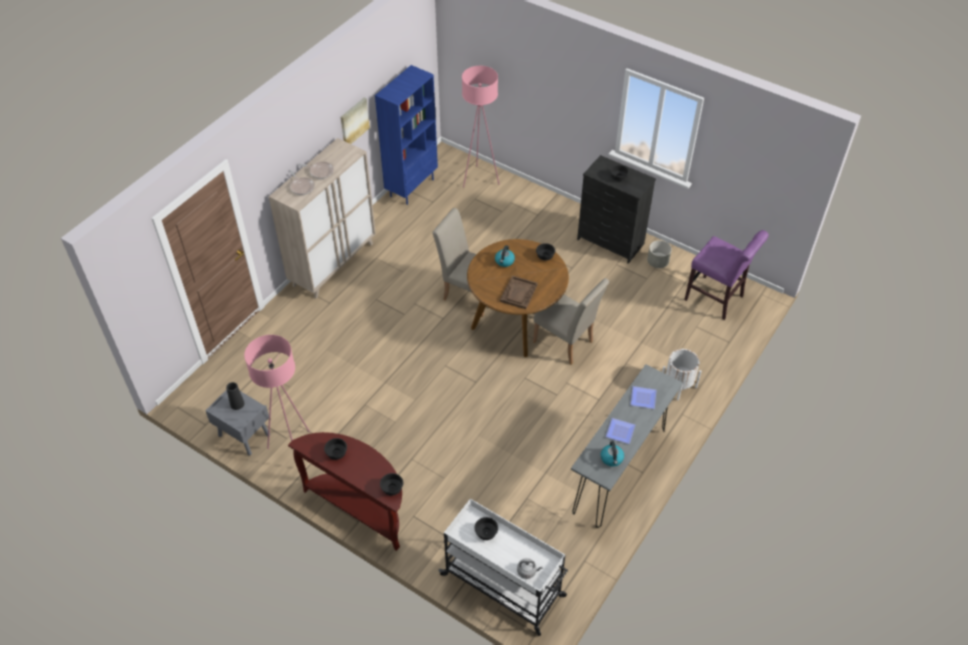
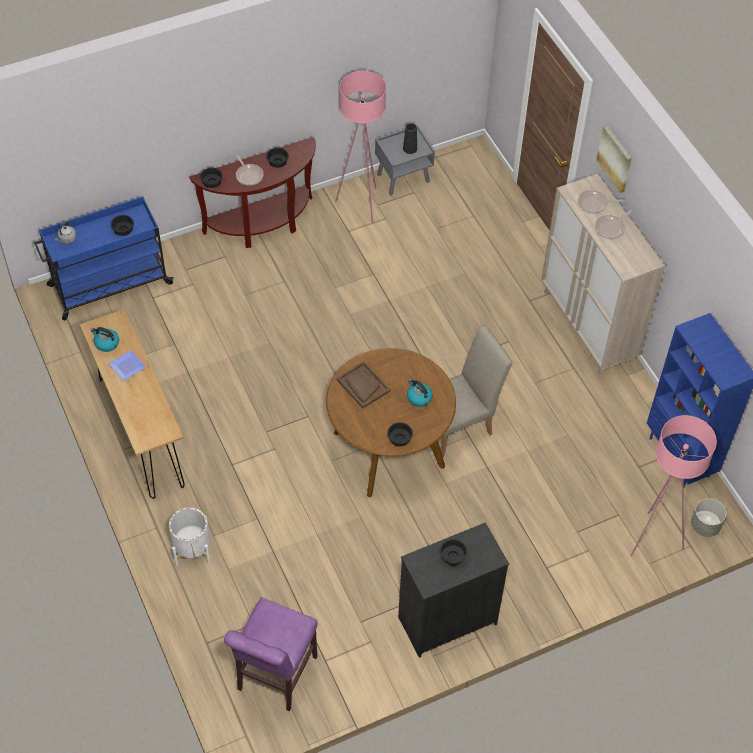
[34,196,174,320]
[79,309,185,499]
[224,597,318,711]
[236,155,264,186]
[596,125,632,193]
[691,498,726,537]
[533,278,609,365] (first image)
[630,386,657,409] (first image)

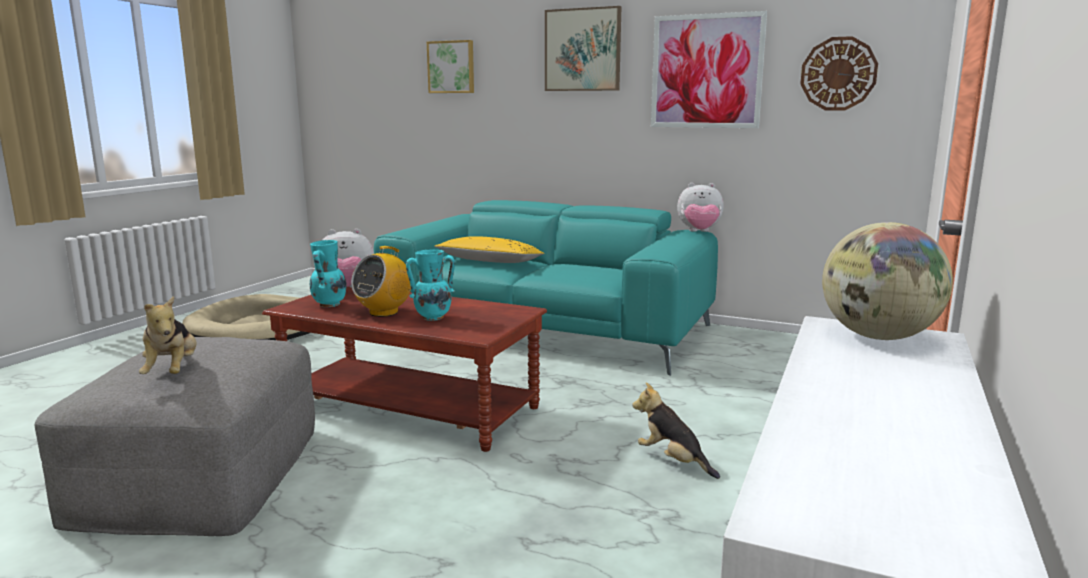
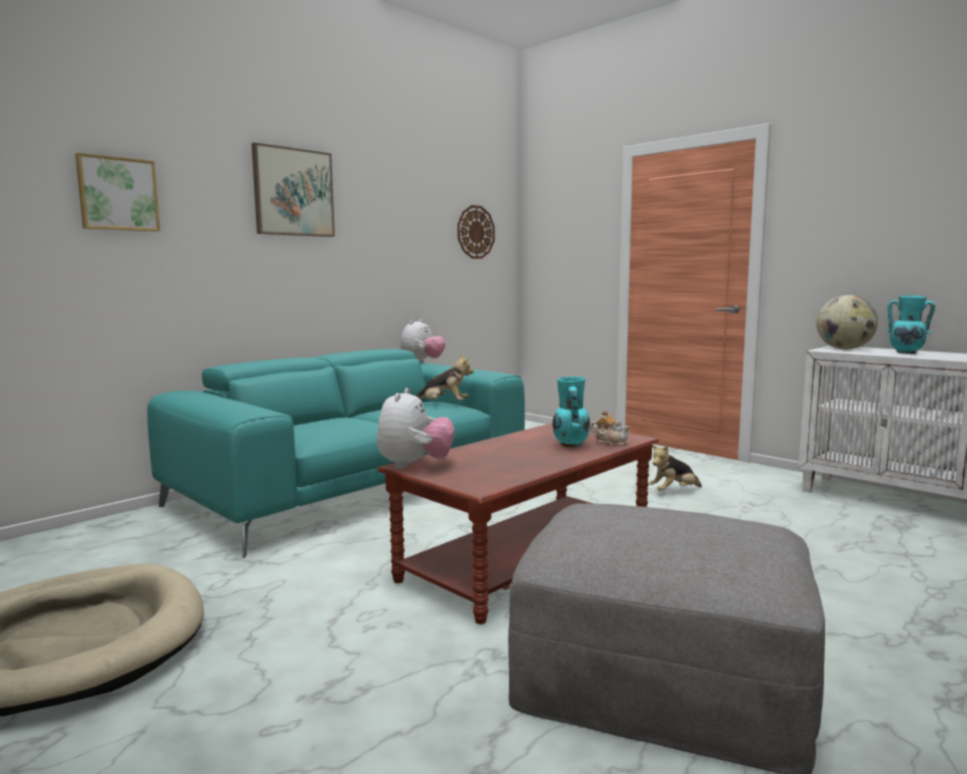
[416,355,474,400]
[591,410,630,446]
[887,295,935,354]
[351,246,411,317] (first image)
[434,236,545,263] (first image)
[651,11,767,128] (first image)

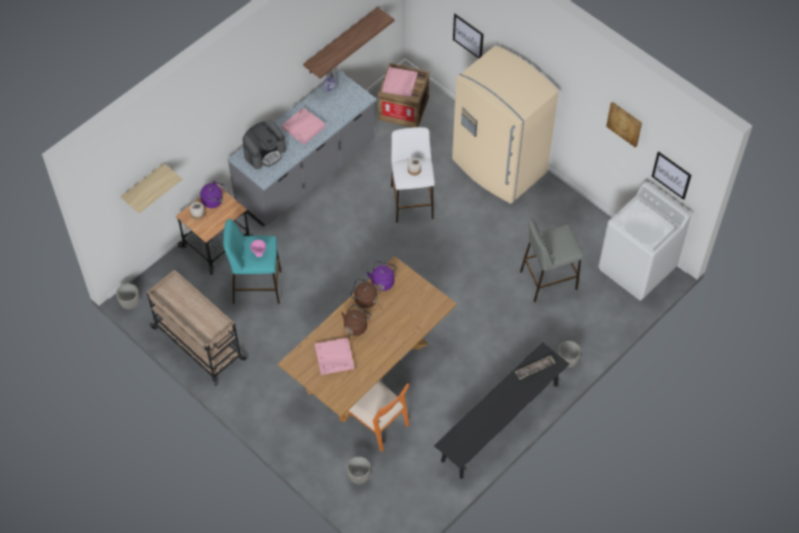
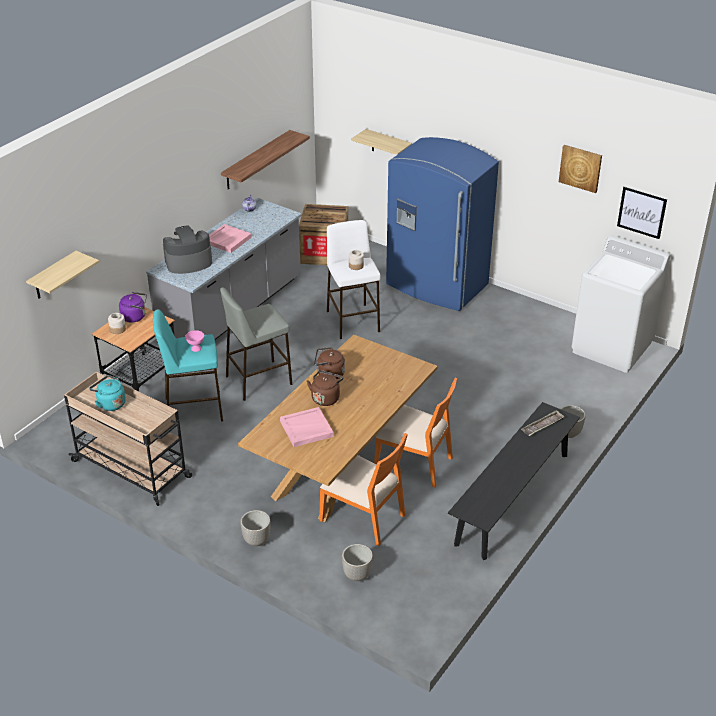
[89,375,126,411]
[163,225,212,274]
[220,287,292,401]
[240,510,271,546]
[351,129,412,155]
[374,377,458,487]
[386,137,499,311]
[367,261,397,291] (first image)
[382,67,418,97] (first image)

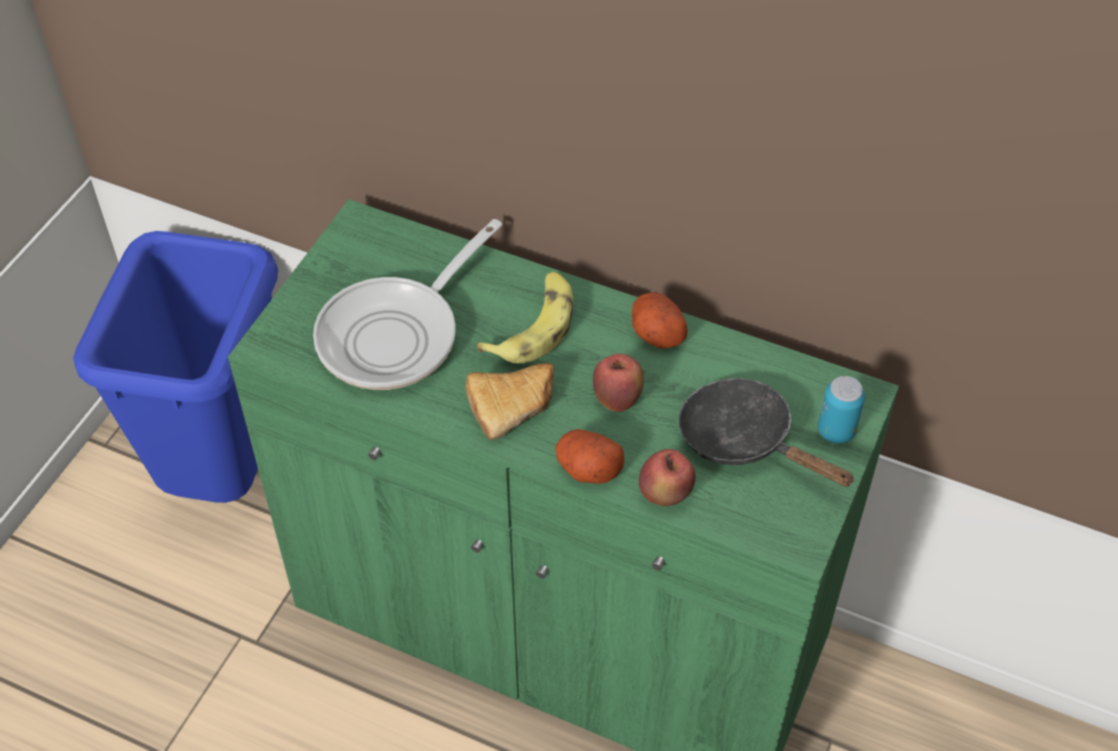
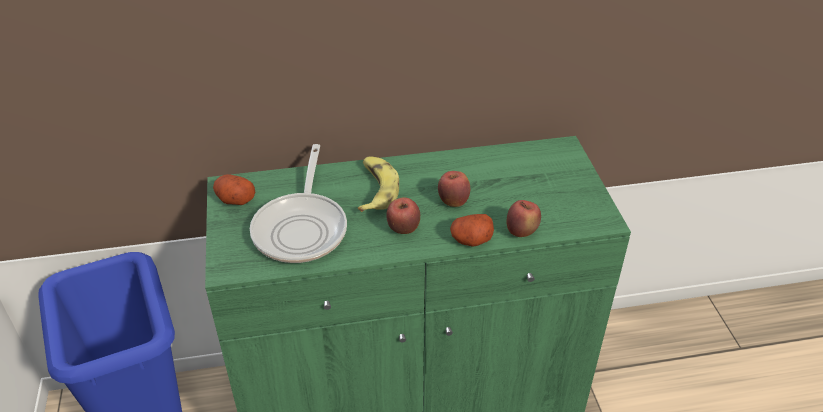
[213,174,255,205]
[386,197,420,234]
[679,378,855,487] (first image)
[818,376,865,444] (first image)

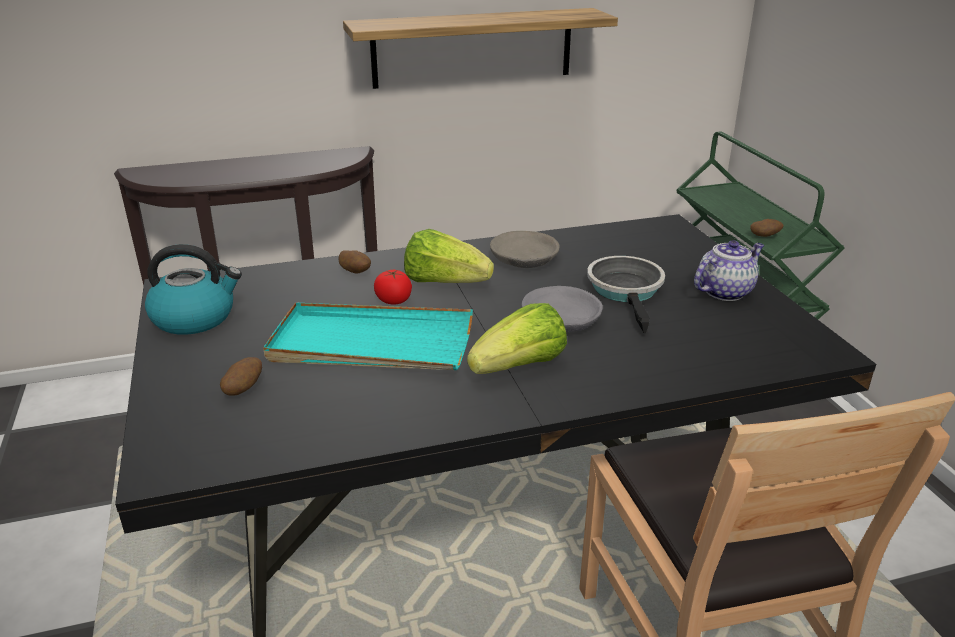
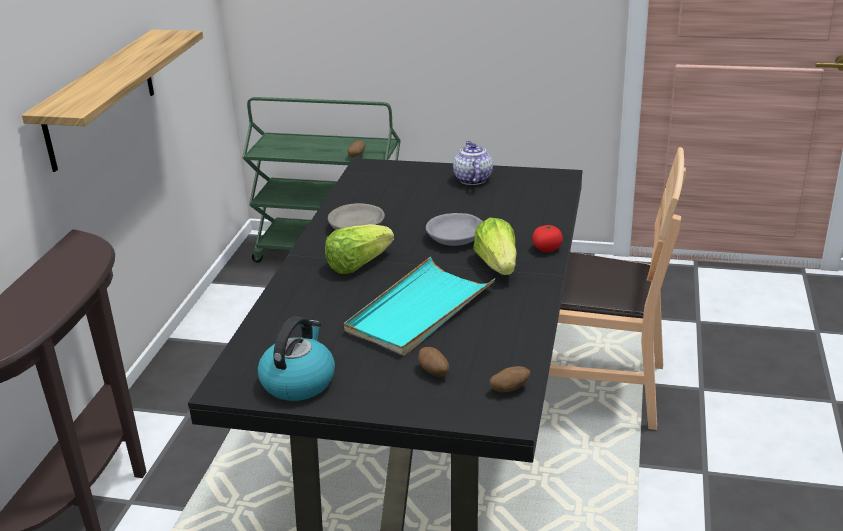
[489,366,530,392]
[532,225,563,252]
[587,256,665,333] (first image)

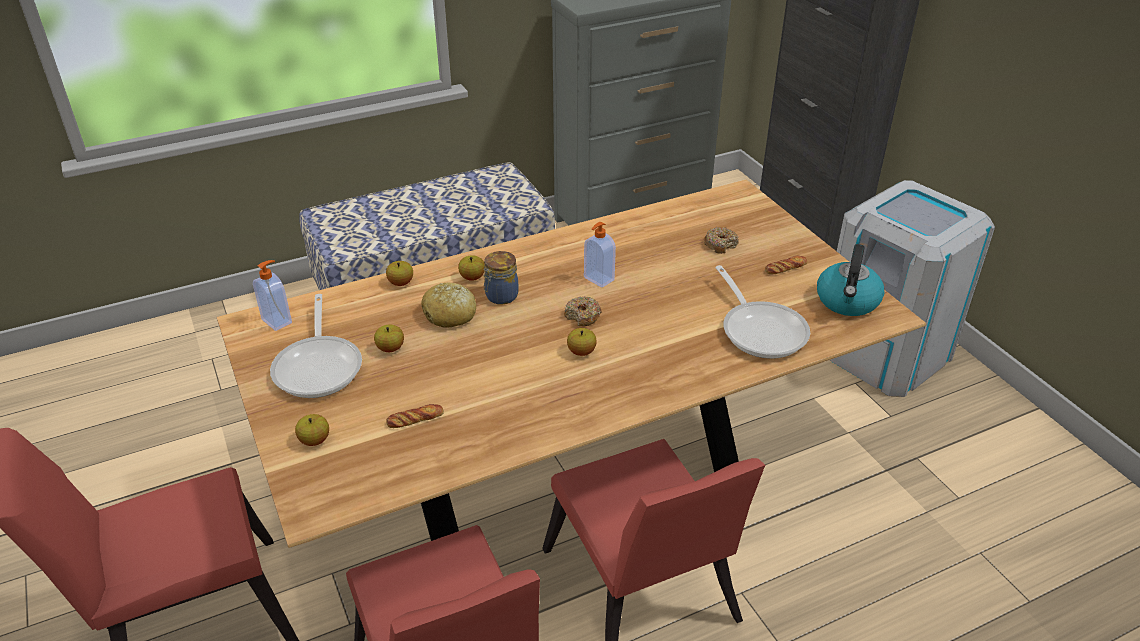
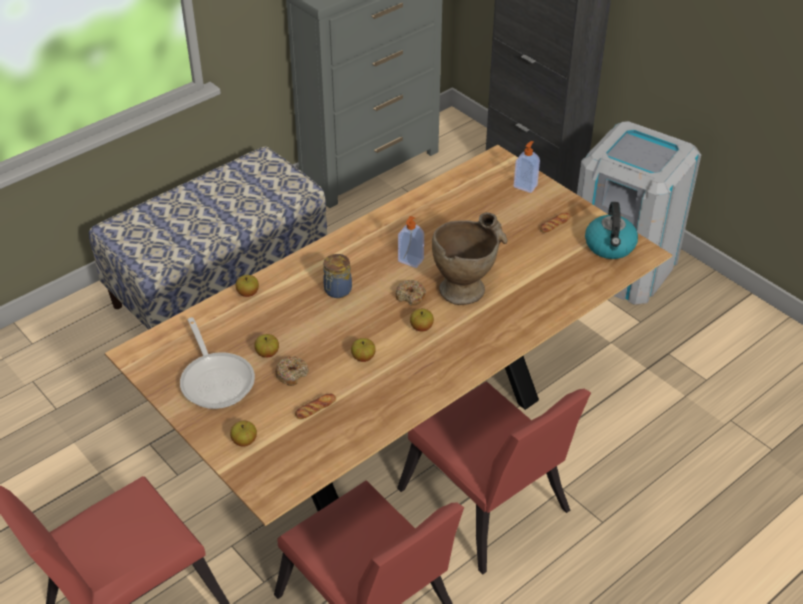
[275,356,309,386]
[351,338,376,362]
[432,212,508,305]
[514,141,540,193]
[421,283,476,328] (first image)
[715,265,810,359] (first image)

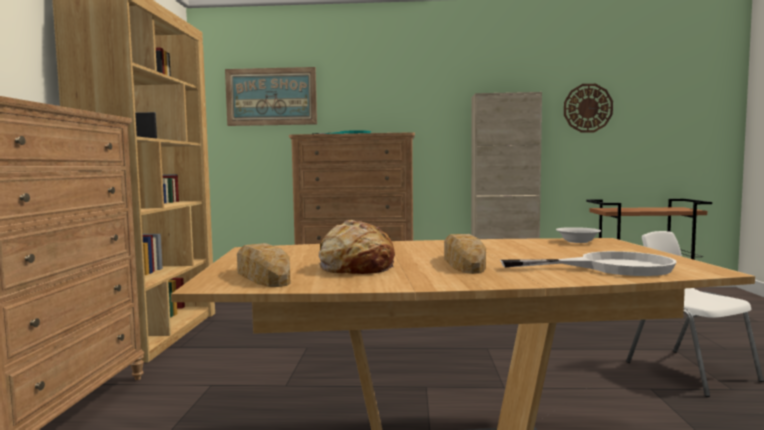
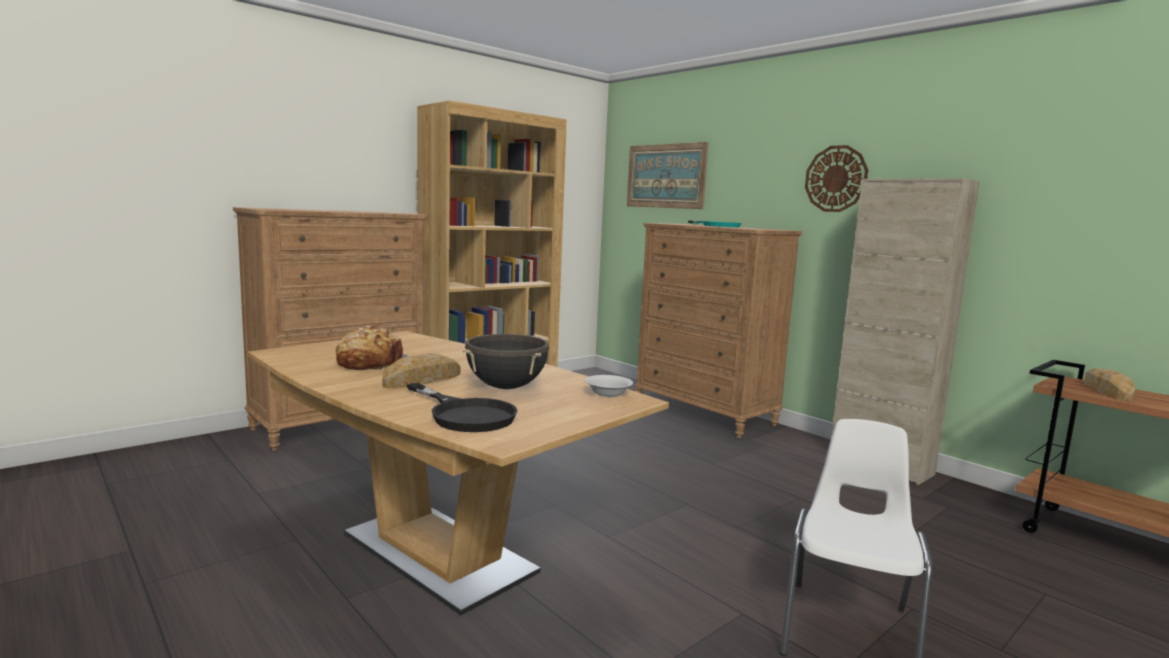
[407,383,518,432]
[463,334,549,389]
[805,145,868,212]
[1084,369,1135,401]

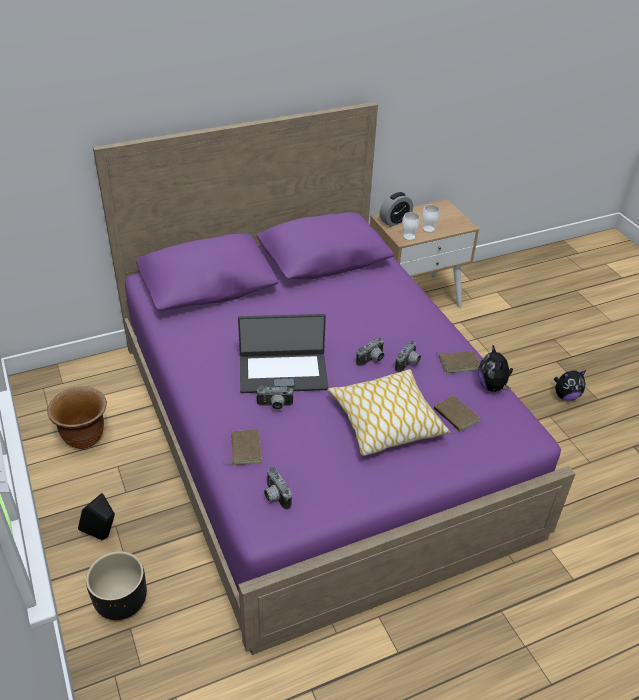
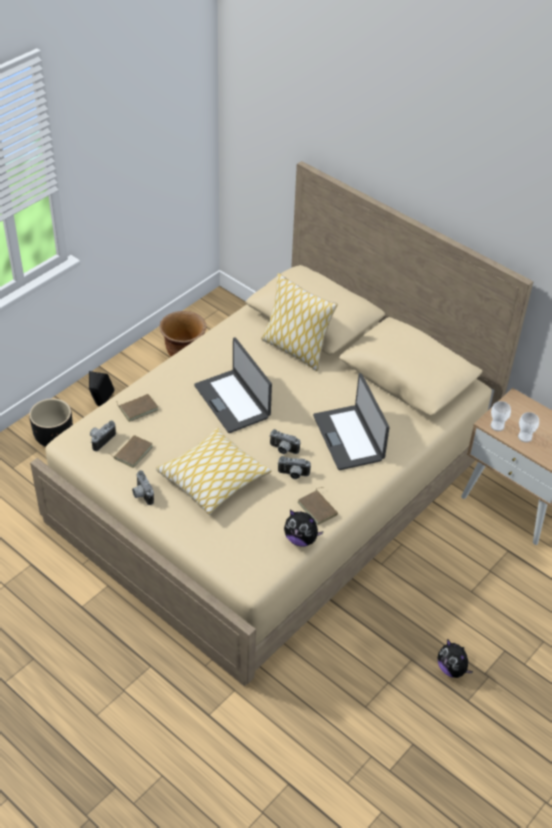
[30,161,534,686]
[108,435,153,468]
[132,470,154,505]
[261,273,337,371]
[284,510,324,547]
[313,373,390,470]
[379,192,413,227] (first image)

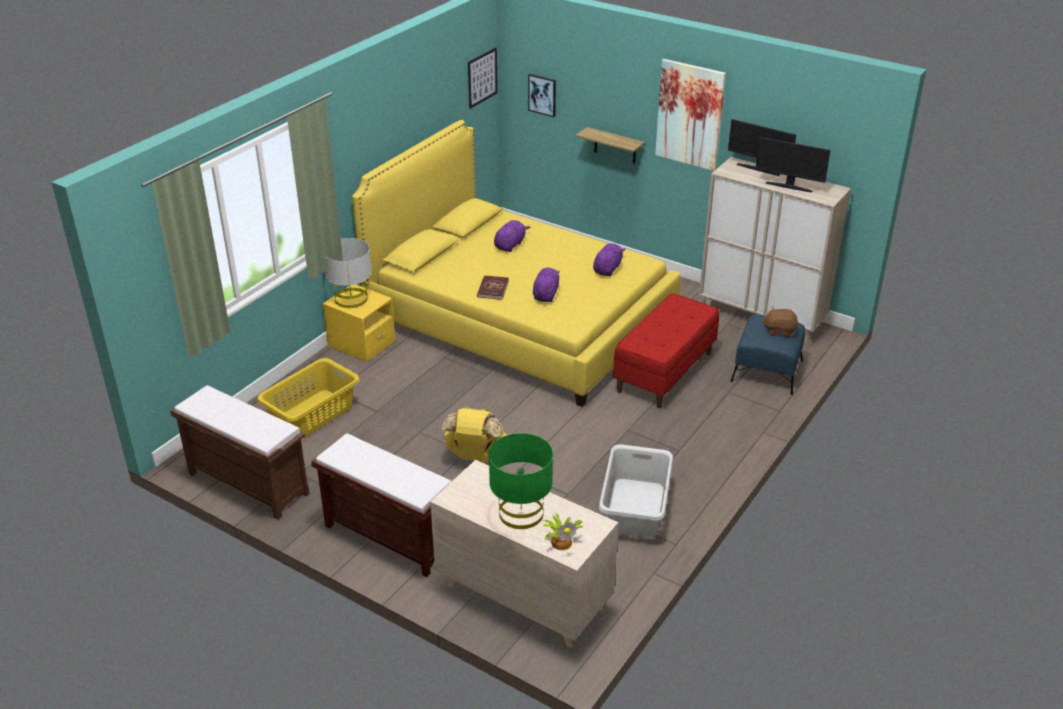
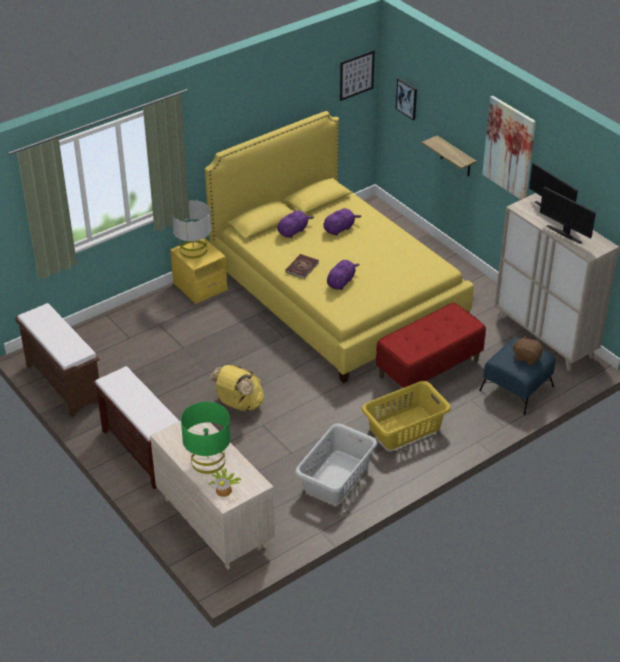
[278,210,314,238]
[361,381,451,450]

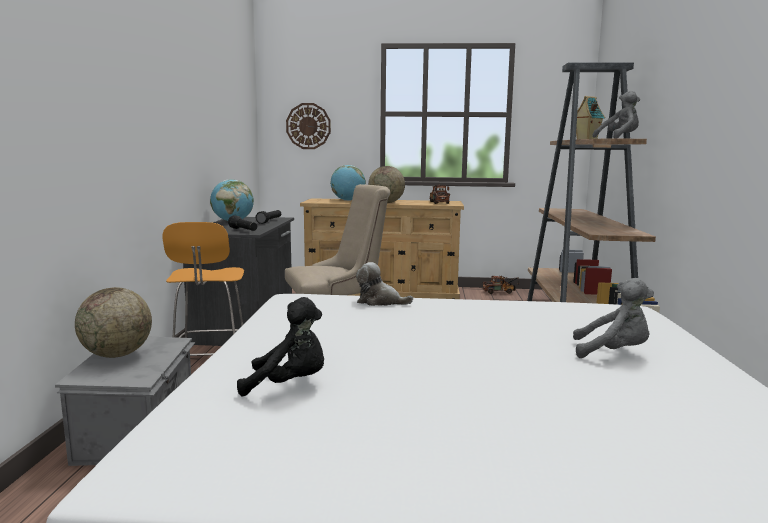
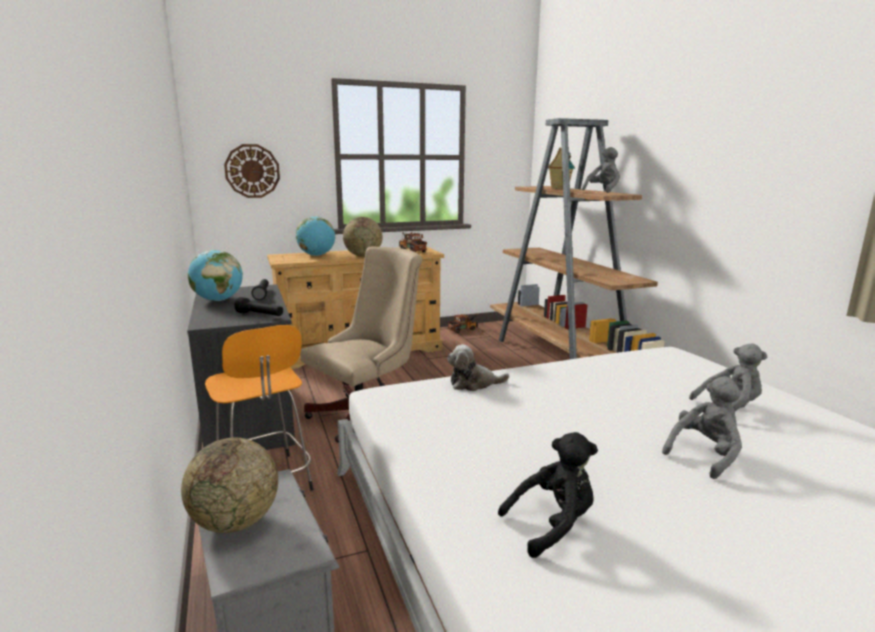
[662,376,742,479]

